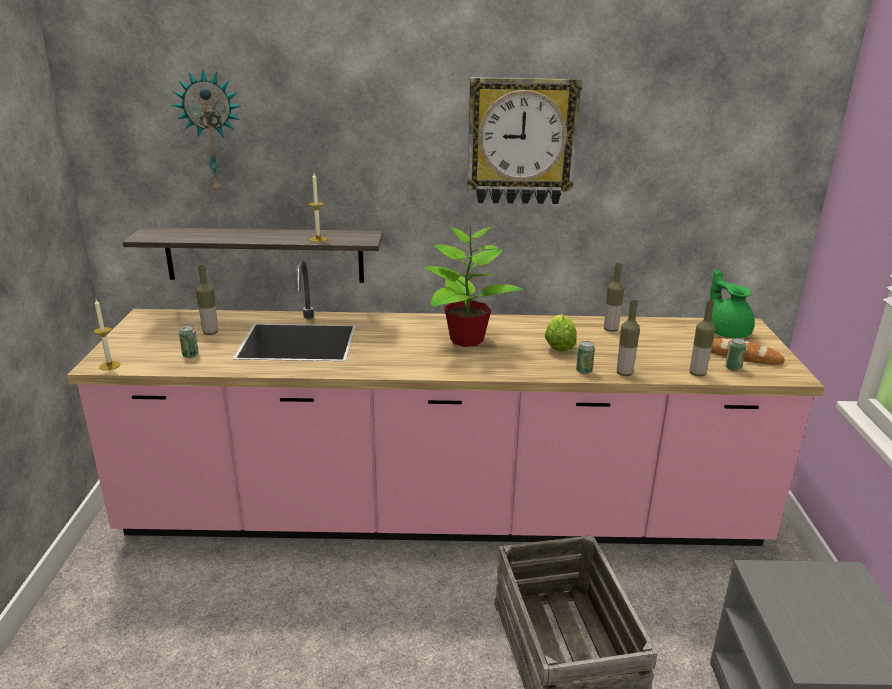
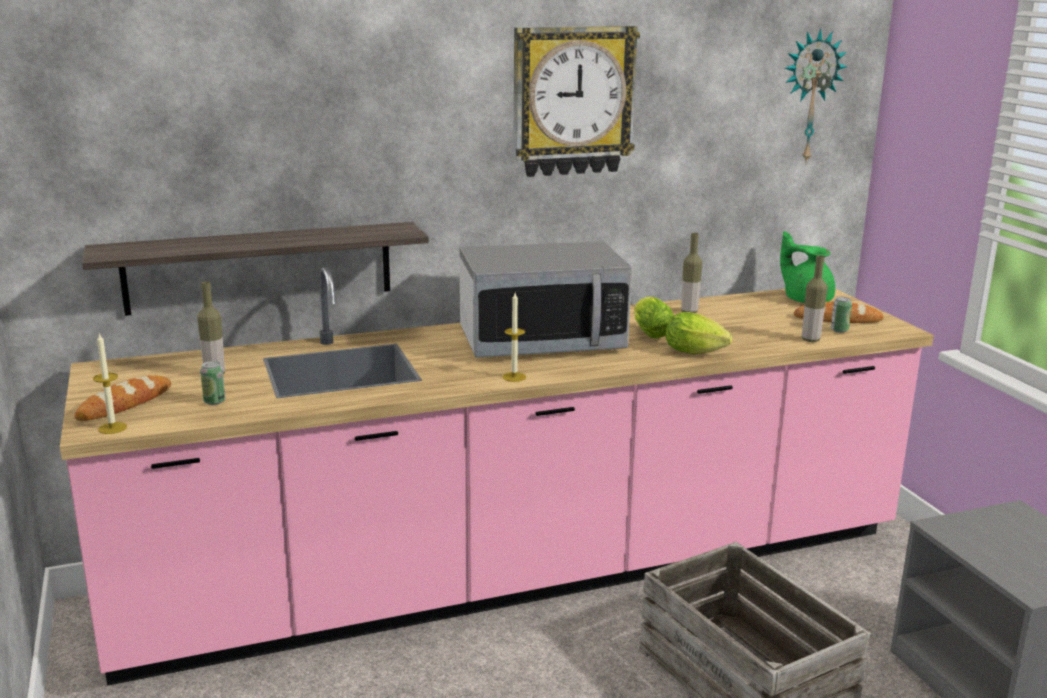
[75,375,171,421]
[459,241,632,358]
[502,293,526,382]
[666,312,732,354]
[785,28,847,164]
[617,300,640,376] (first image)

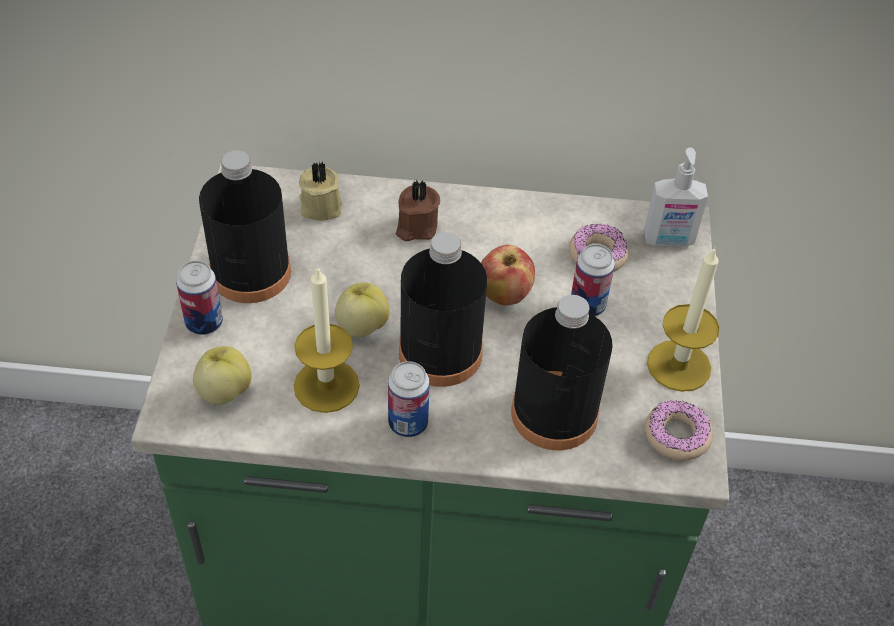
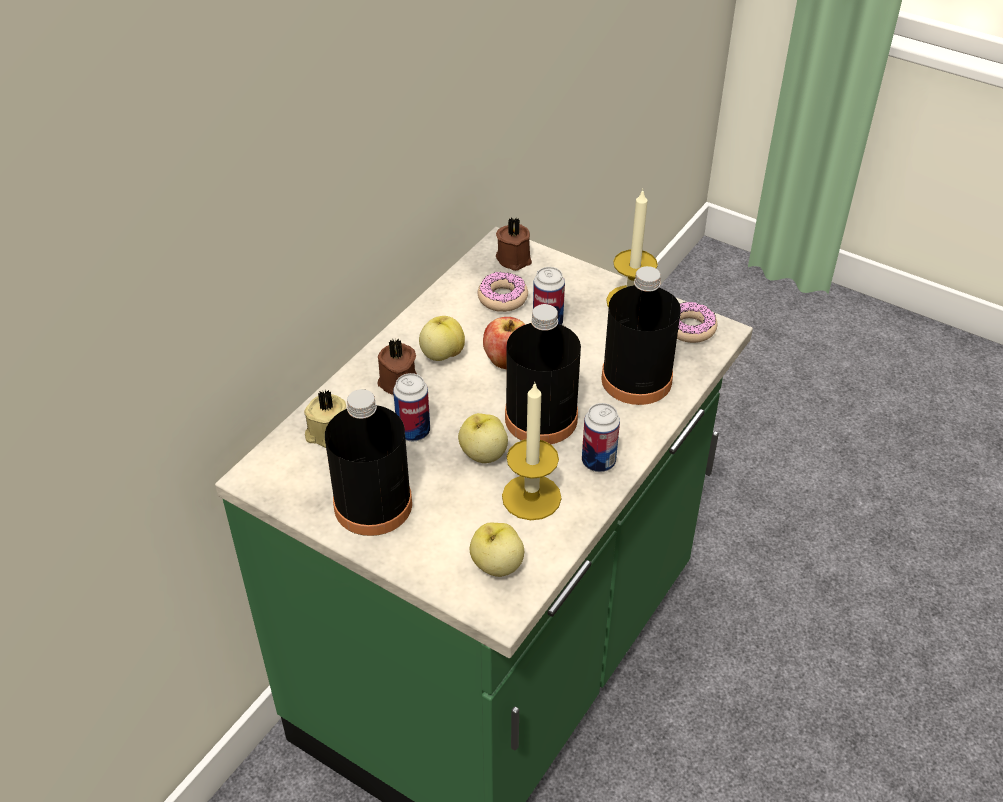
[393,373,430,441]
[419,316,465,361]
[496,217,532,271]

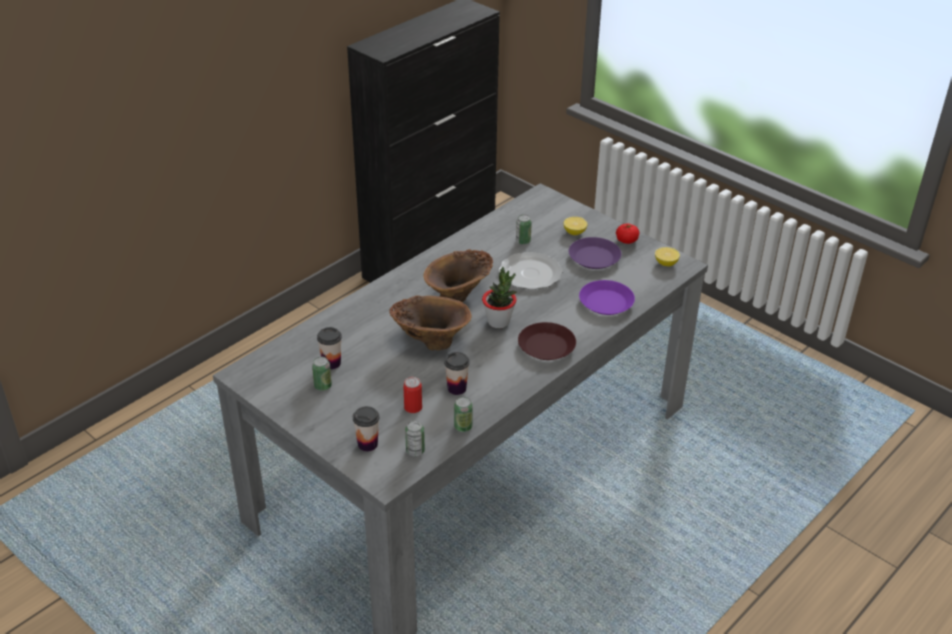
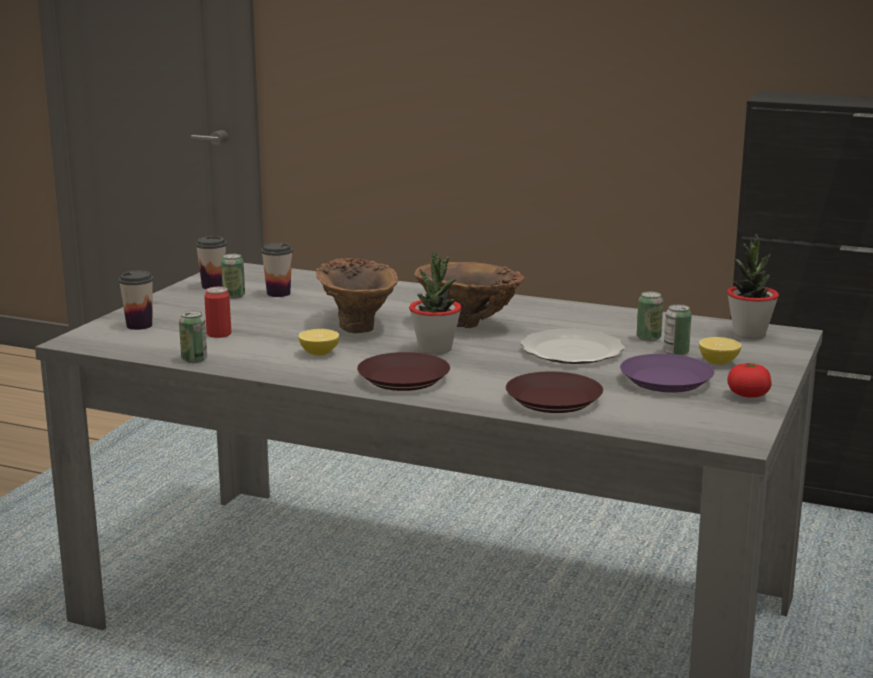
[196,236,227,289]
[298,329,339,356]
[506,372,603,413]
[664,304,692,356]
[727,234,779,339]

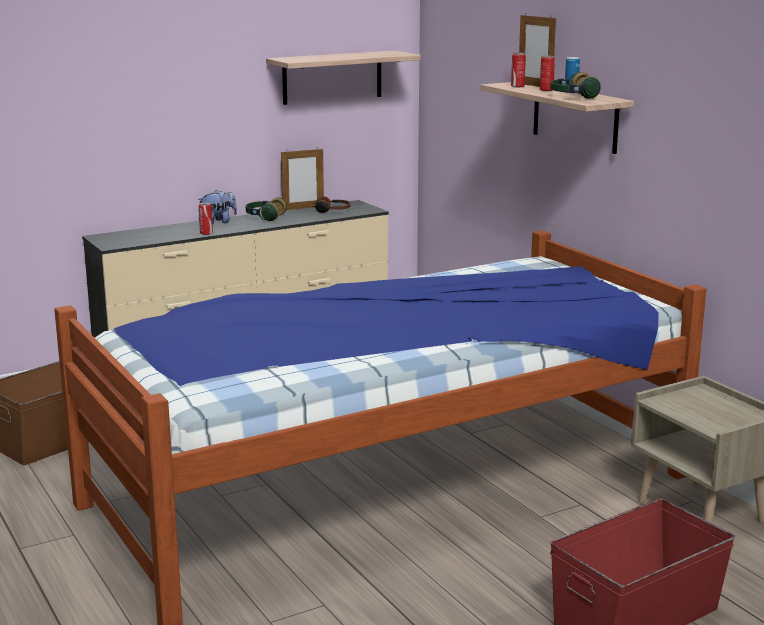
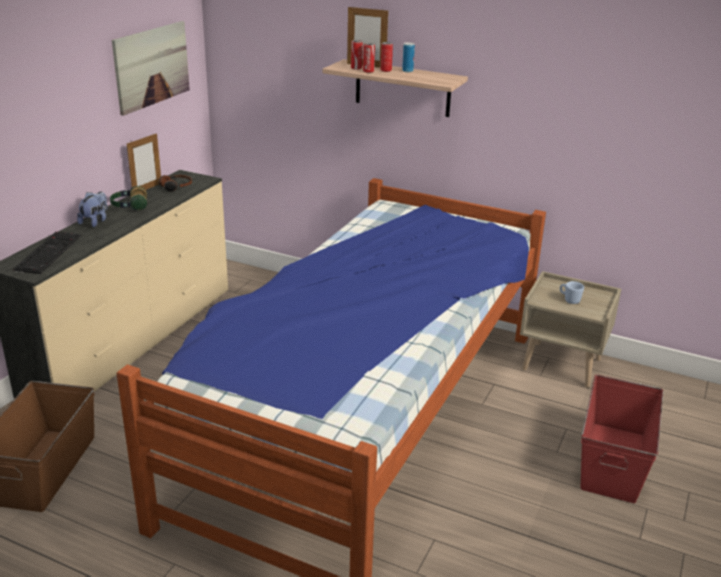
[13,232,81,274]
[112,21,190,116]
[363,43,375,73]
[560,281,584,304]
[550,72,601,99] (first image)

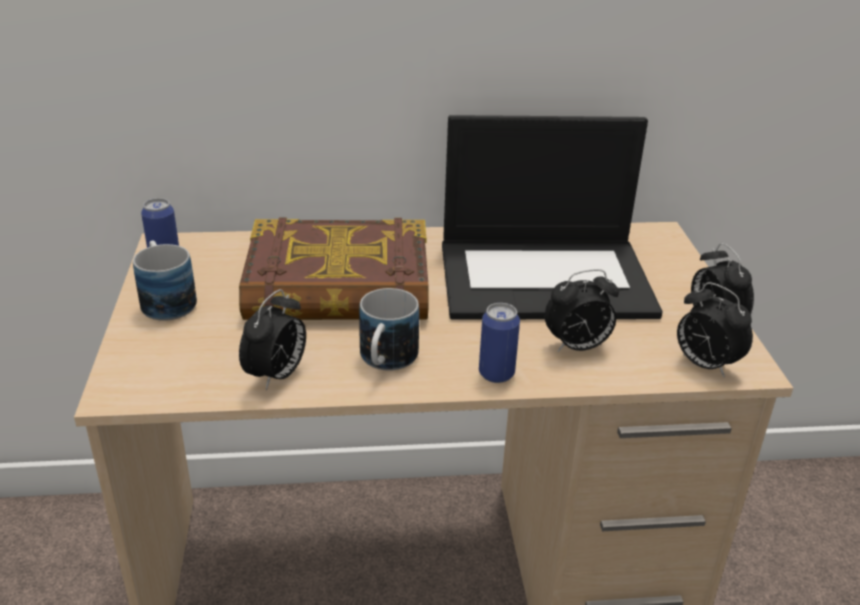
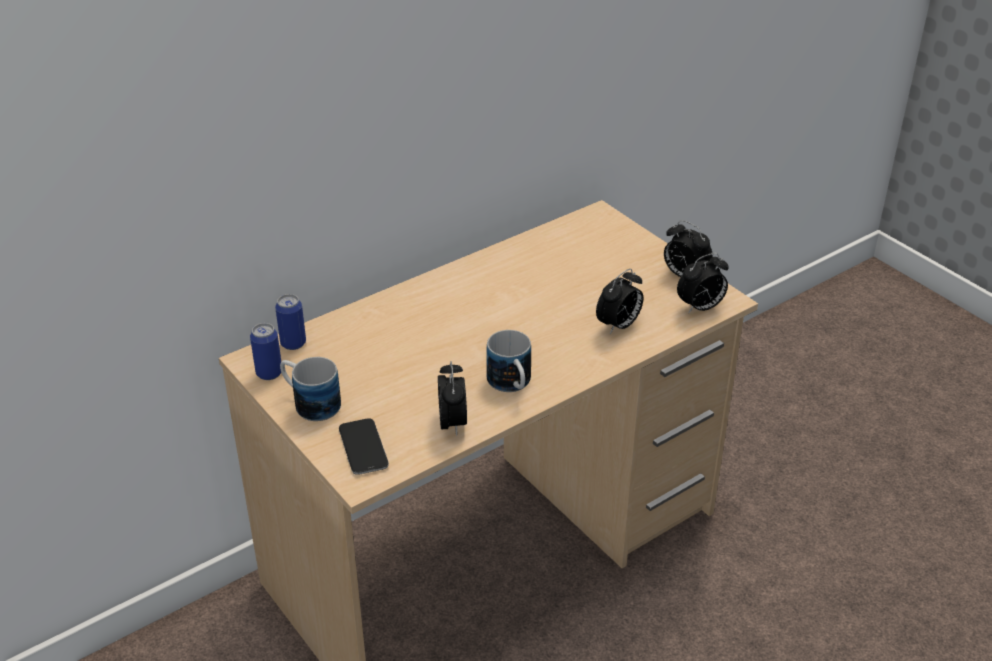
[275,294,306,350]
[339,418,389,475]
[677,253,729,314]
[239,217,429,320] (first image)
[442,115,663,320] (first image)

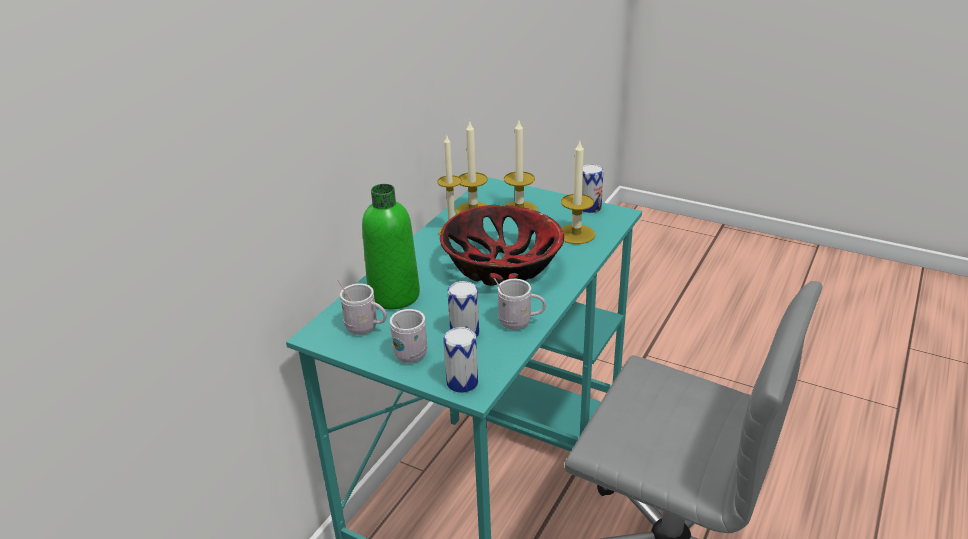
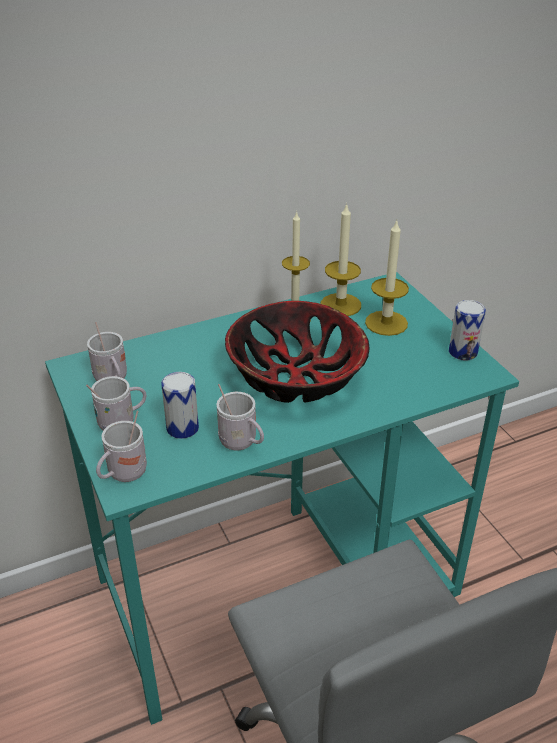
[96,411,147,482]
[362,184,420,309] (first image)
[561,141,595,244] (first image)

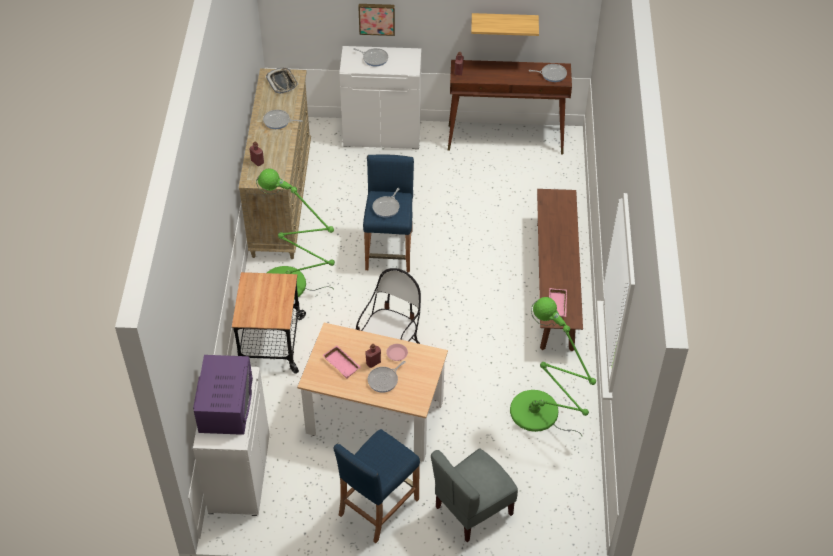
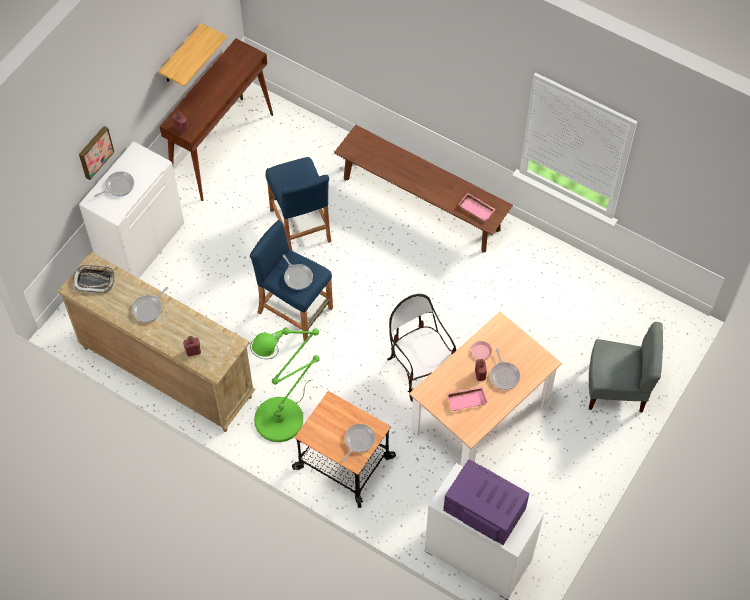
[265,157,331,251]
[342,424,375,462]
[589,322,663,412]
[510,297,596,436] (first image)

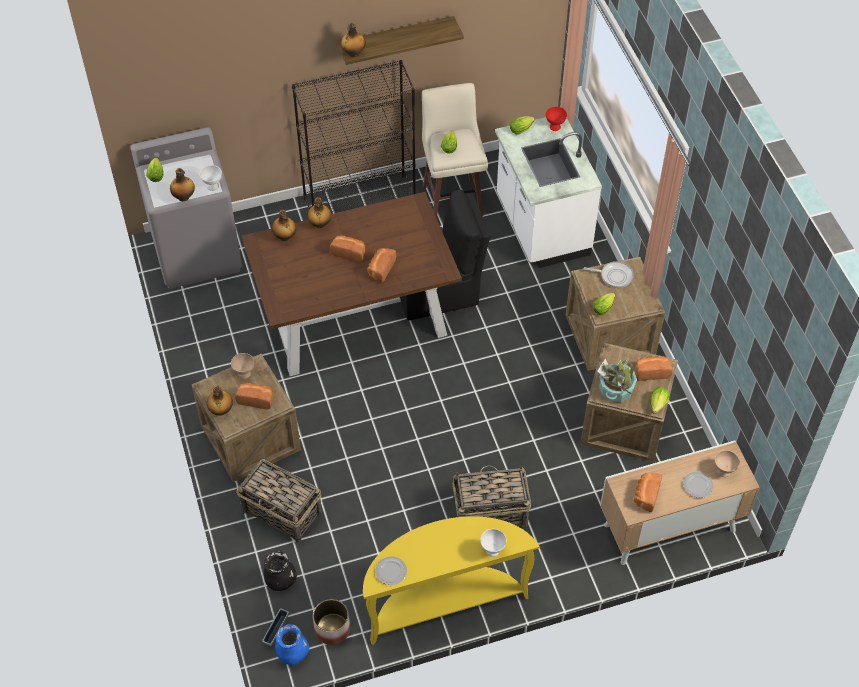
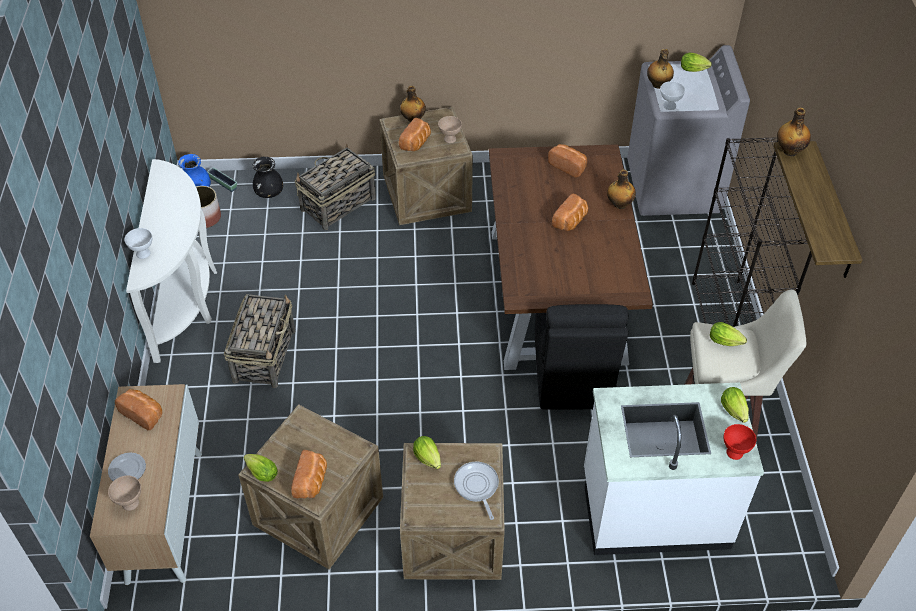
[126,159,217,363]
[454,462,499,520]
[548,144,587,177]
[272,210,296,241] (first image)
[376,557,407,585] (first image)
[597,358,637,402] (first image)

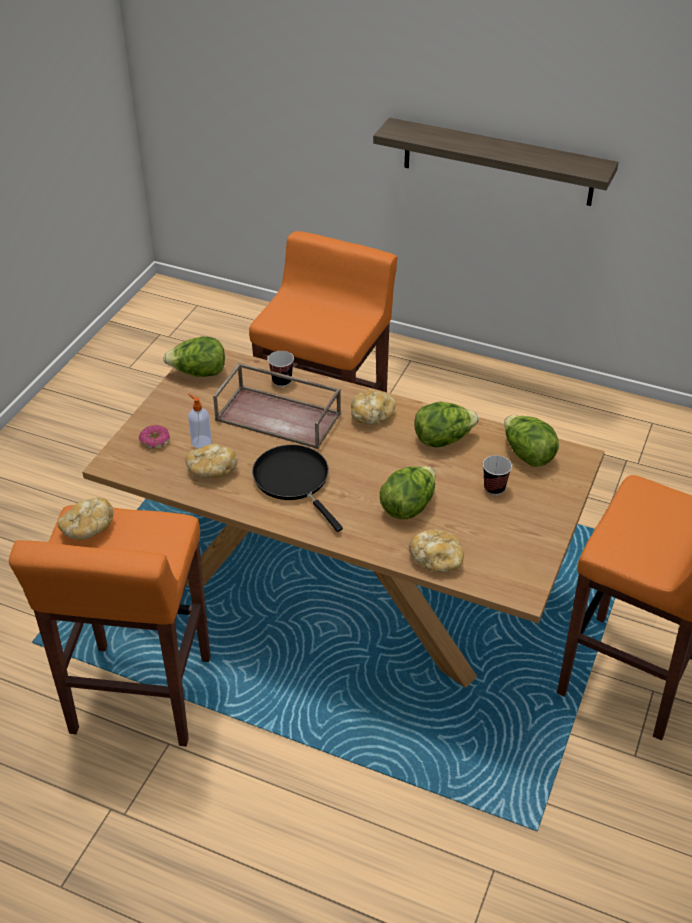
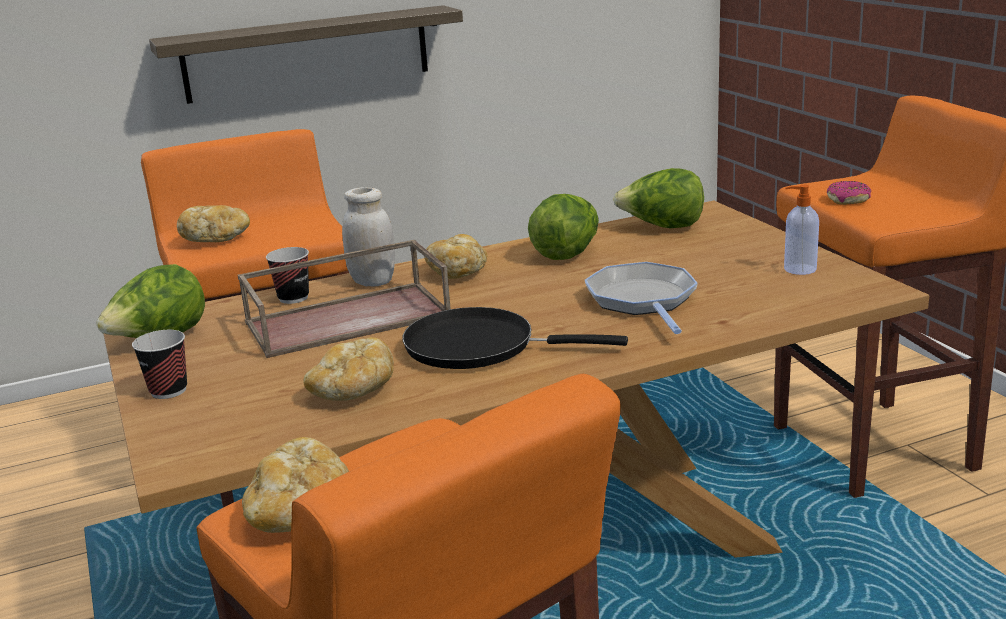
[132,330,187,399]
[177,205,250,242]
[342,187,395,286]
[585,262,698,334]
[784,185,819,275]
[827,181,871,205]

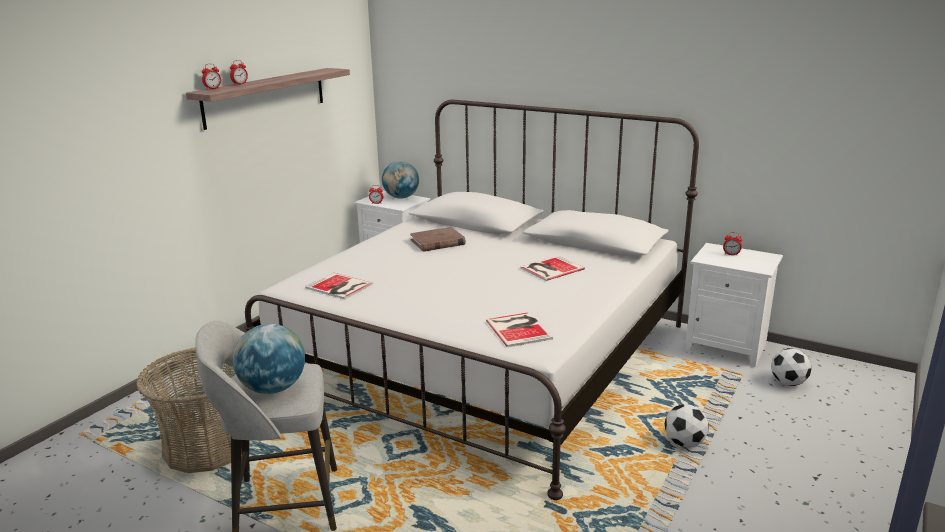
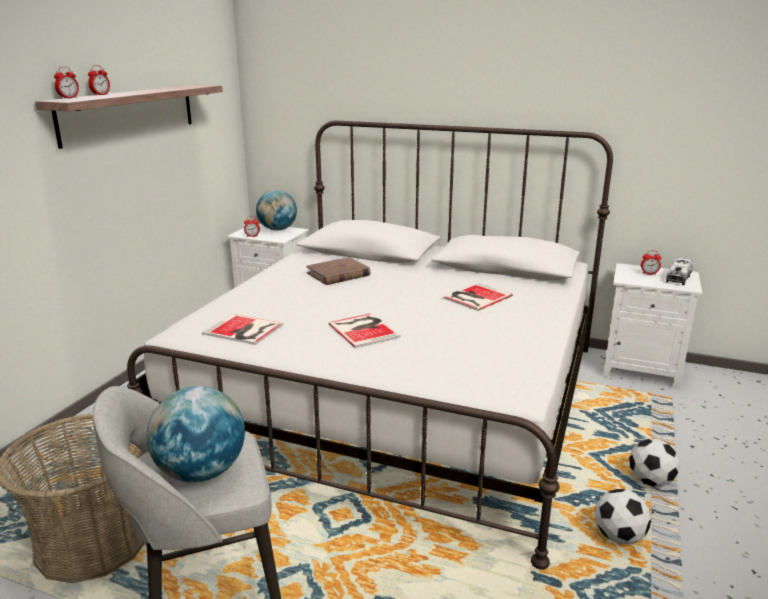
[328,313,401,348]
[595,489,651,545]
[666,258,693,285]

